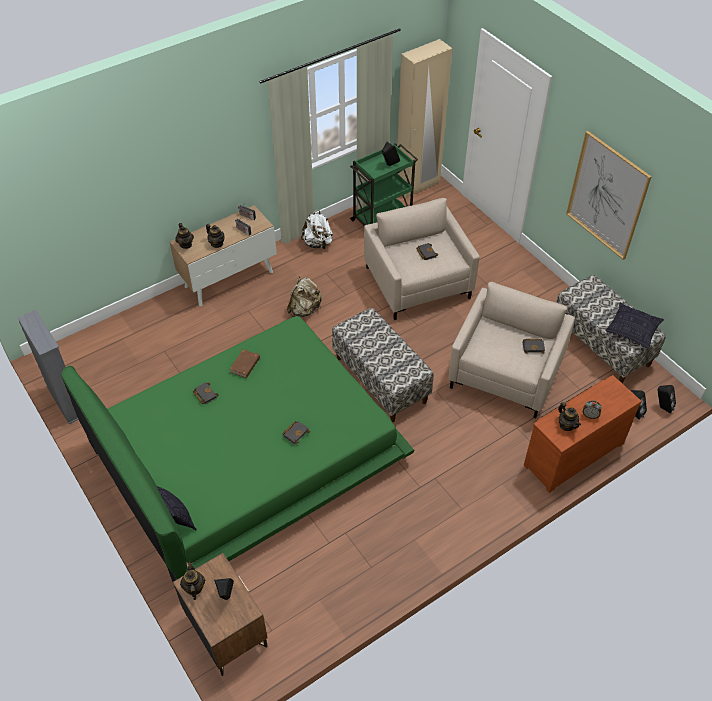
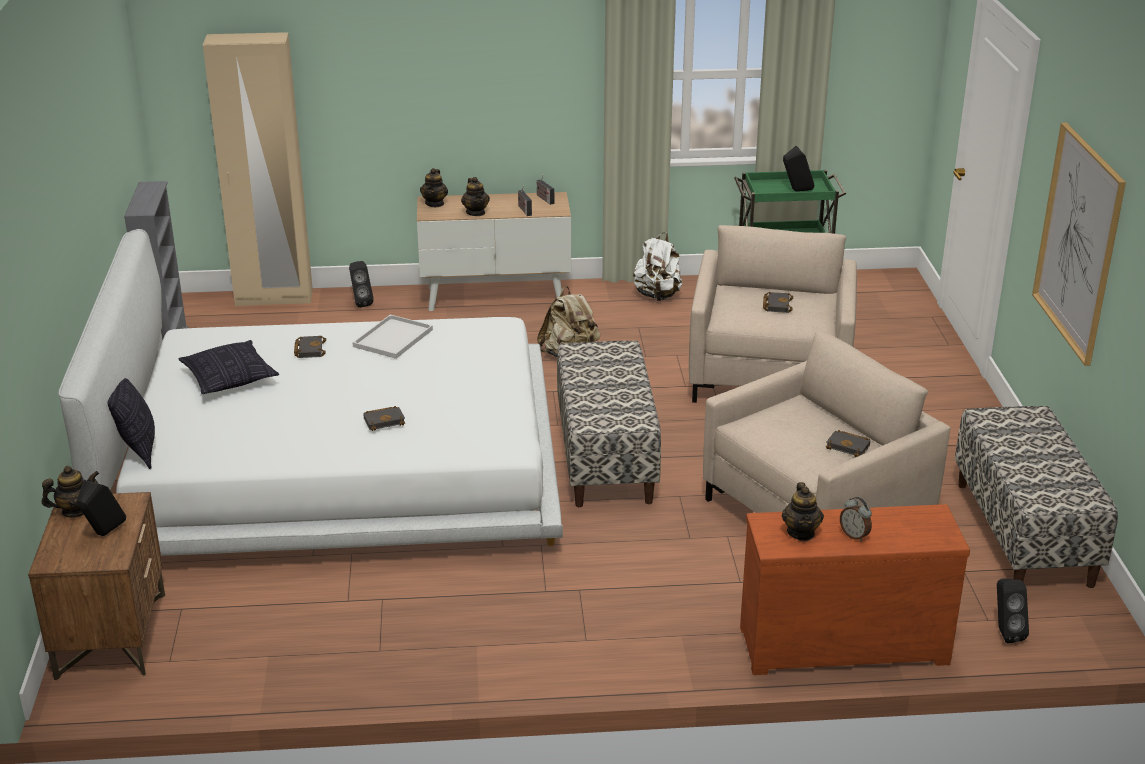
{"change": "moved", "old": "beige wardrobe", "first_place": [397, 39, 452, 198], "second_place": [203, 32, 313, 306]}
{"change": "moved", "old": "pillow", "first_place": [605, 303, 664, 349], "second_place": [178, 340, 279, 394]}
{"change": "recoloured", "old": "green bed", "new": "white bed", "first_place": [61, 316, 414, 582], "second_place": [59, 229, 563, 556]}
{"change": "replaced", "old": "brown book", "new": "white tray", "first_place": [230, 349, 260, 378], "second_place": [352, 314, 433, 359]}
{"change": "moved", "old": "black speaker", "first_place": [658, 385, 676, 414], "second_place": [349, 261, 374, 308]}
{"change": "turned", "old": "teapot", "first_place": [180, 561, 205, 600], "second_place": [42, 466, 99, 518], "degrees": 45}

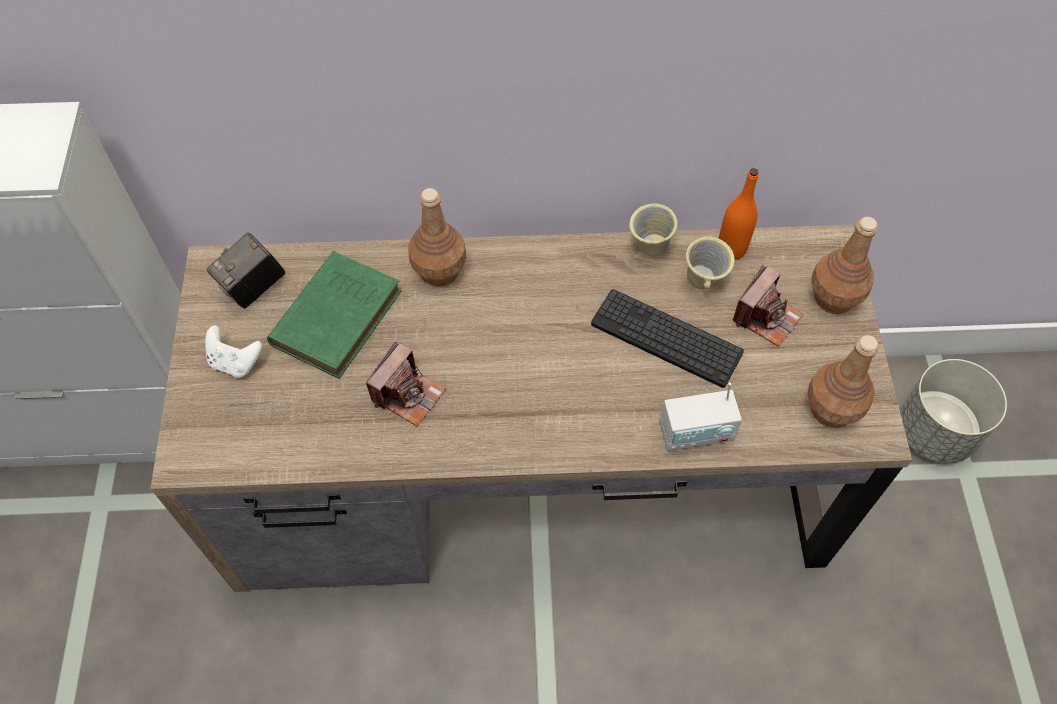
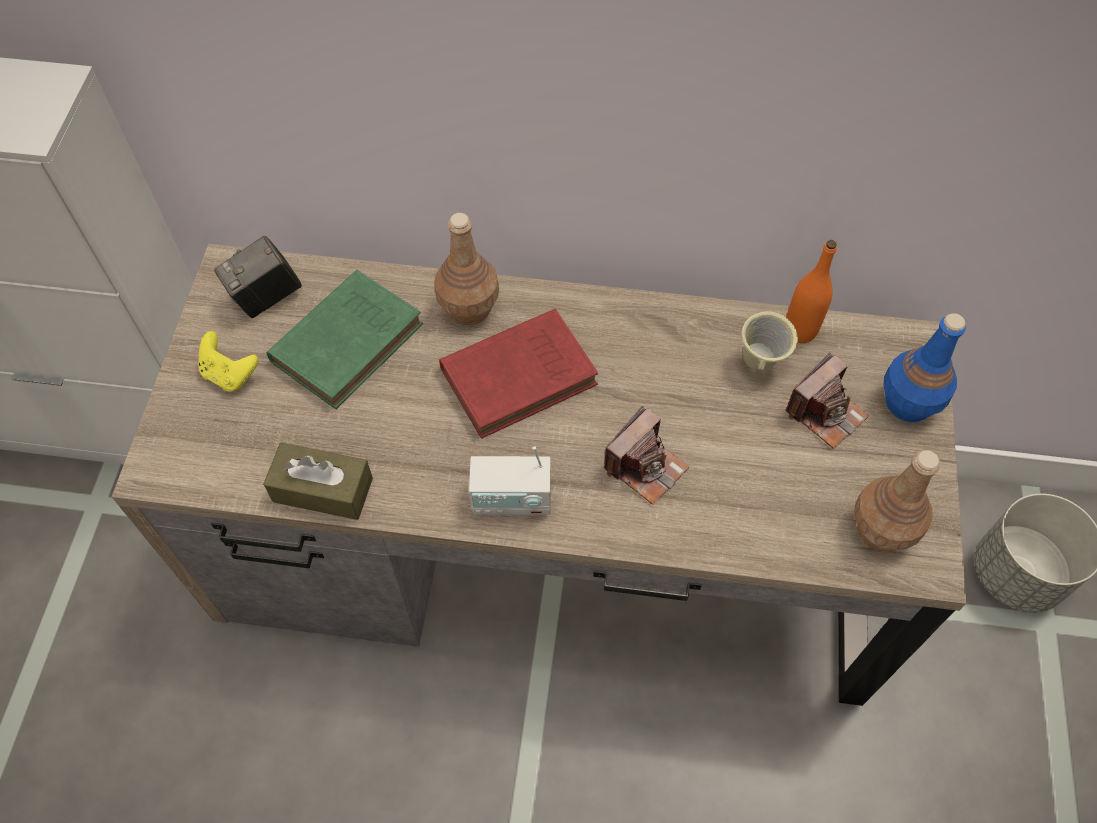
{"change": "removed", "old": "beige mug", "first_place": [628, 203, 678, 257]}
{"change": "recoloured", "old": "brown bottle", "new": "blue bottle", "first_place": [811, 217, 878, 314], "second_place": [884, 313, 966, 422]}
{"change": "removed", "old": "keyboard", "first_place": [591, 289, 744, 388]}
{"change": "recoloured", "old": "white game controller", "new": "yellow game controller", "first_place": [205, 325, 262, 377], "second_place": [198, 331, 258, 392]}
{"change": "moved", "old": "photo camera", "first_place": [366, 341, 446, 426], "second_place": [604, 406, 689, 505]}
{"change": "moved", "old": "radio", "first_place": [659, 382, 742, 451], "second_place": [469, 446, 551, 515]}
{"change": "added", "new": "red book", "second_place": [439, 309, 598, 439]}
{"change": "added", "new": "brown tissue box", "second_place": [264, 443, 373, 520]}

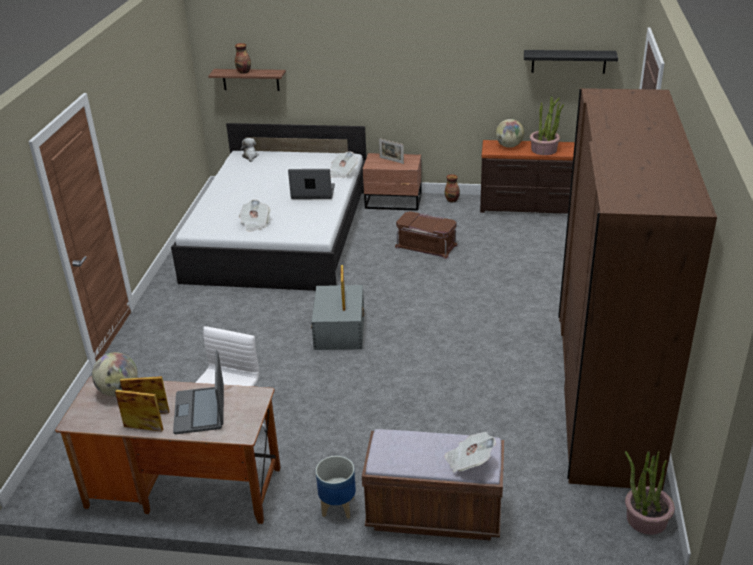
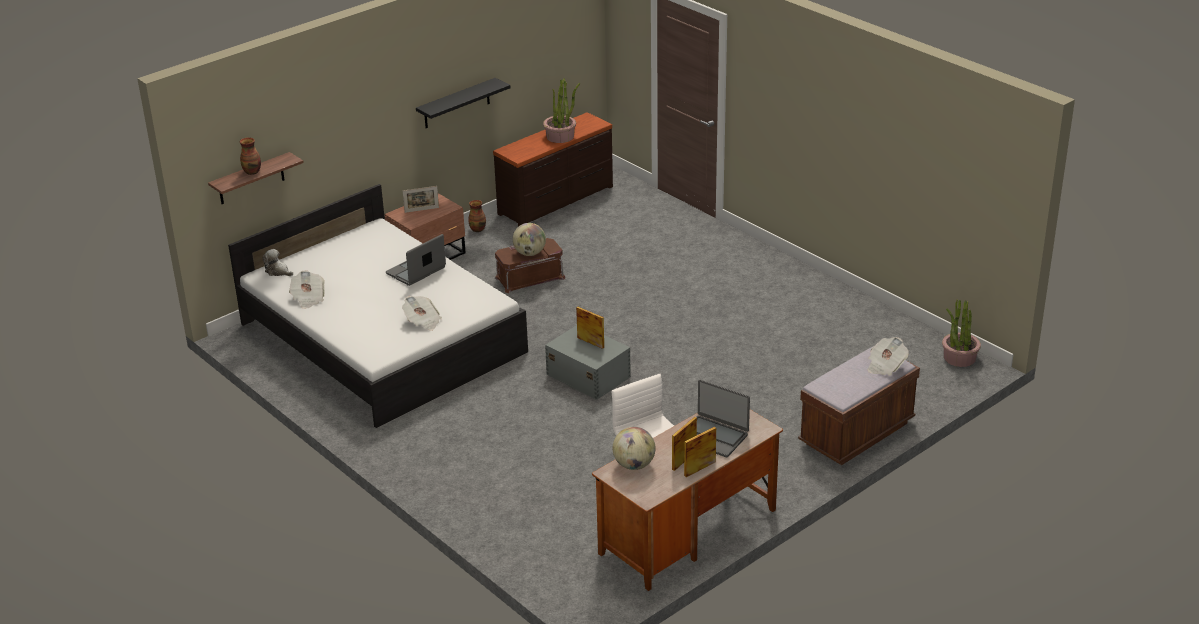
{"change": "moved", "old": "black shelf", "first_place": [524, 50, 618, 74], "second_place": [416, 78, 510, 128]}
{"change": "removed", "old": "brown wardrobe", "first_place": [558, 88, 717, 491]}
{"change": "moved", "old": "globe", "first_place": [496, 119, 524, 148], "second_place": [513, 223, 546, 256]}
{"change": "moved", "old": "newspaper", "first_place": [330, 151, 358, 178], "second_place": [289, 270, 325, 309]}
{"change": "removed", "old": "planter", "first_place": [316, 456, 356, 519]}

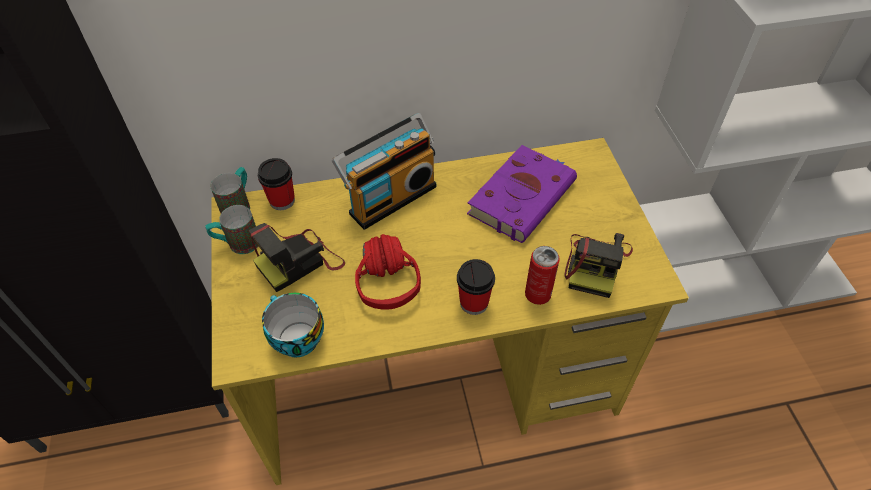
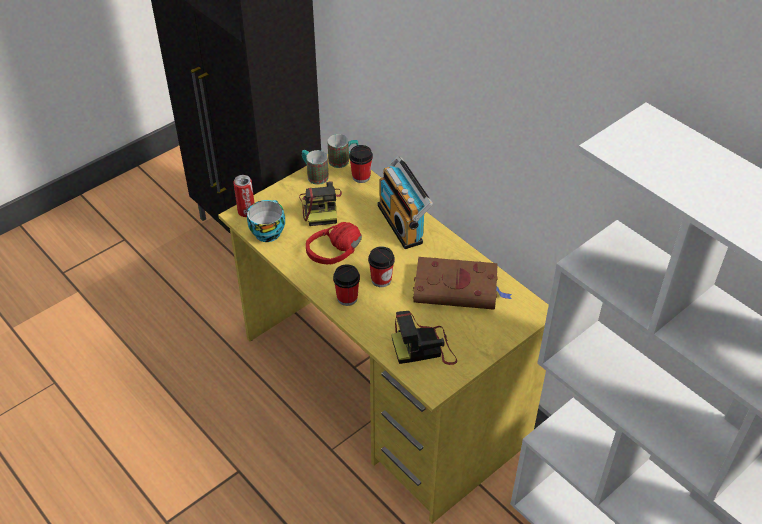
{"change": "turned", "old": "radio", "first_place": [332, 113, 436, 230], "second_place": [378, 156, 433, 249], "degrees": 45}
{"change": "recoloured", "old": "purple book", "new": "brown book", "first_place": [467, 145, 577, 243], "second_place": [413, 257, 512, 310]}
{"change": "turned", "old": "photo camera", "first_place": [248, 223, 345, 292], "second_place": [299, 182, 342, 226], "degrees": -120}
{"change": "moved", "old": "can", "first_place": [525, 246, 560, 305], "second_place": [233, 175, 254, 217]}
{"change": "added", "new": "cup", "second_place": [368, 246, 395, 287]}

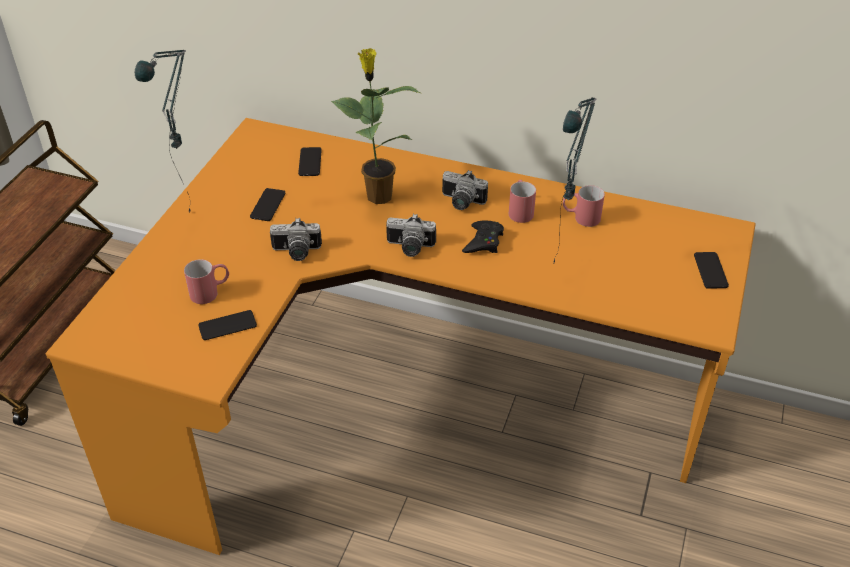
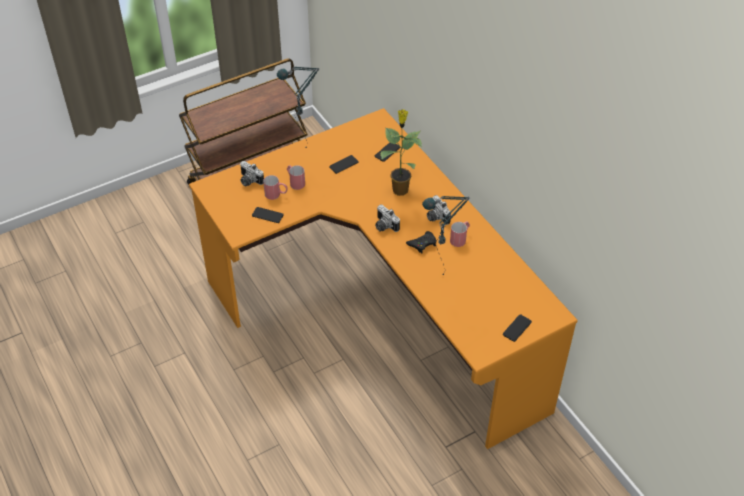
{"change": "moved", "old": "red mug", "first_place": [563, 185, 605, 227], "second_place": [287, 165, 305, 190]}
{"change": "moved", "old": "photo camera", "first_place": [270, 218, 322, 261], "second_place": [240, 161, 264, 186]}

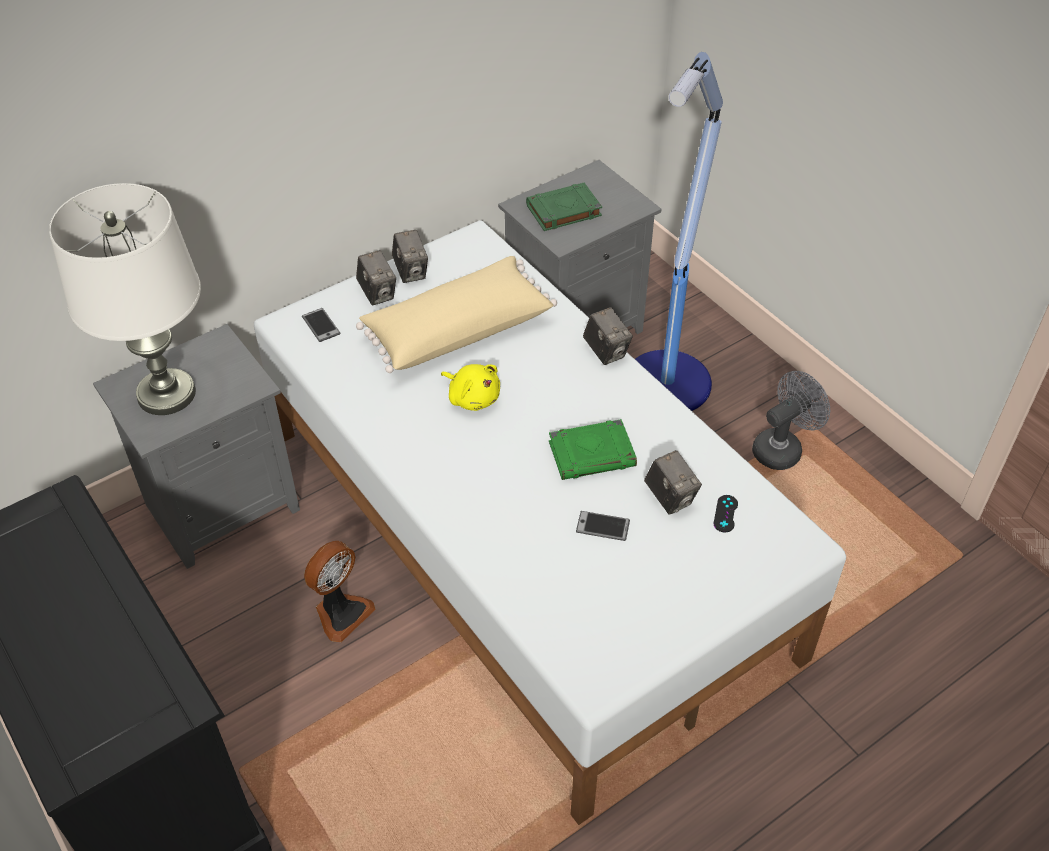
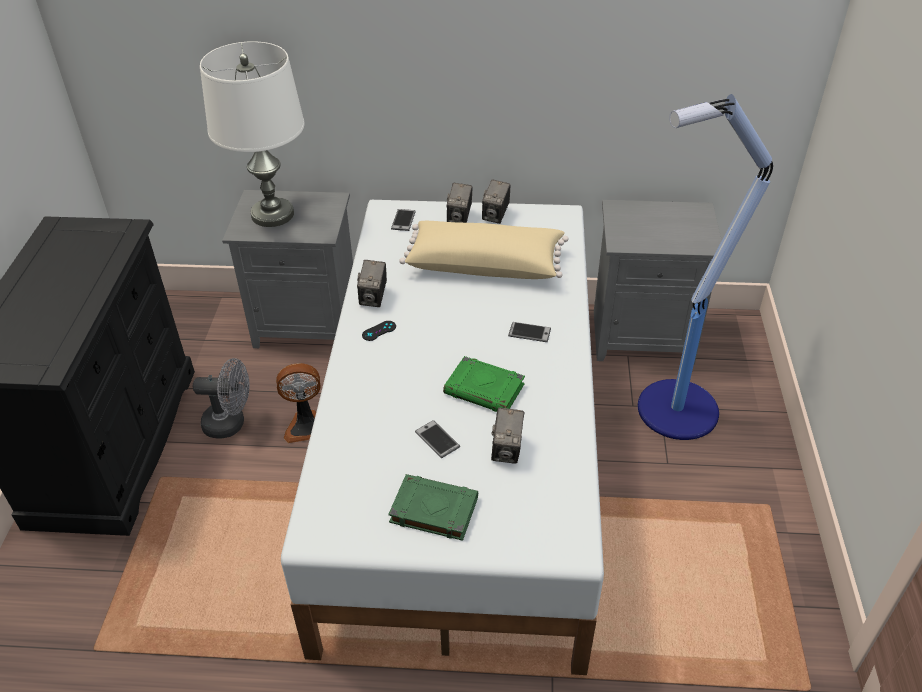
{"change": "moved", "old": "green book", "first_place": [526, 183, 602, 231], "second_place": [388, 474, 478, 541]}
{"change": "moved", "old": "photo camera", "first_place": [583, 307, 633, 365], "second_place": [357, 260, 387, 307]}
{"change": "removed", "old": "yellow plush toy", "first_place": [441, 364, 500, 411]}
{"change": "moved", "old": "grey fan", "first_place": [752, 371, 830, 470], "second_place": [193, 358, 249, 439]}
{"change": "moved", "old": "black game controller", "first_place": [714, 495, 738, 532], "second_place": [362, 321, 396, 341]}
{"change": "added", "new": "phone", "second_place": [508, 322, 551, 342]}

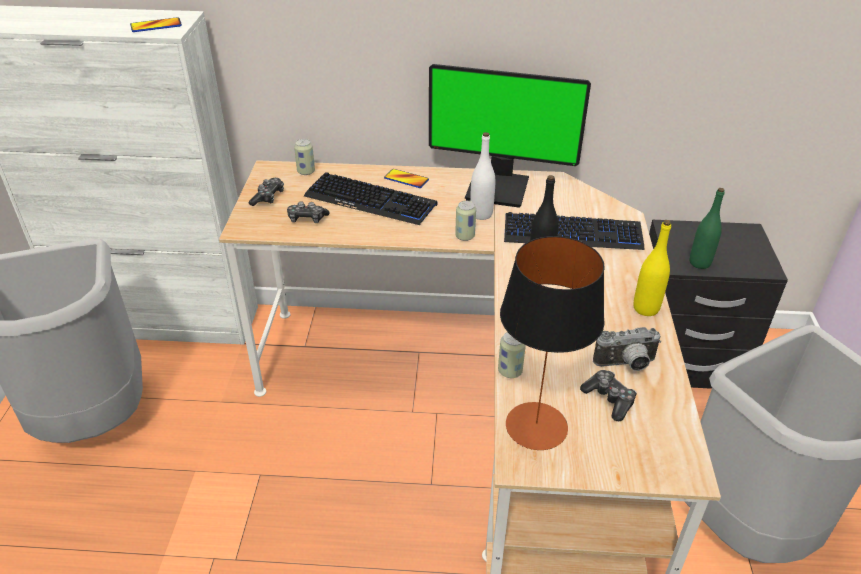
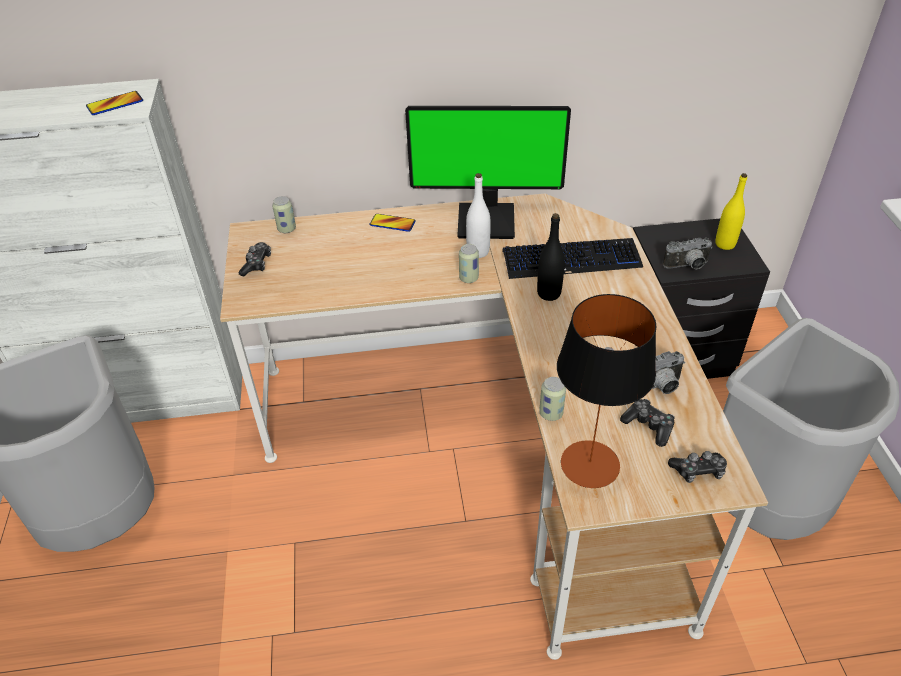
{"change": "removed", "old": "keyboard", "first_place": [304, 172, 437, 225]}
{"change": "replaced", "old": "green bottle", "new": "photo camera", "first_place": [690, 188, 725, 269], "second_place": [663, 238, 713, 269]}
{"change": "moved", "old": "game controller", "first_place": [287, 201, 329, 223], "second_place": [668, 451, 727, 483]}
{"change": "moved", "old": "yellow bottle", "first_place": [633, 220, 671, 316], "second_place": [715, 173, 747, 250]}

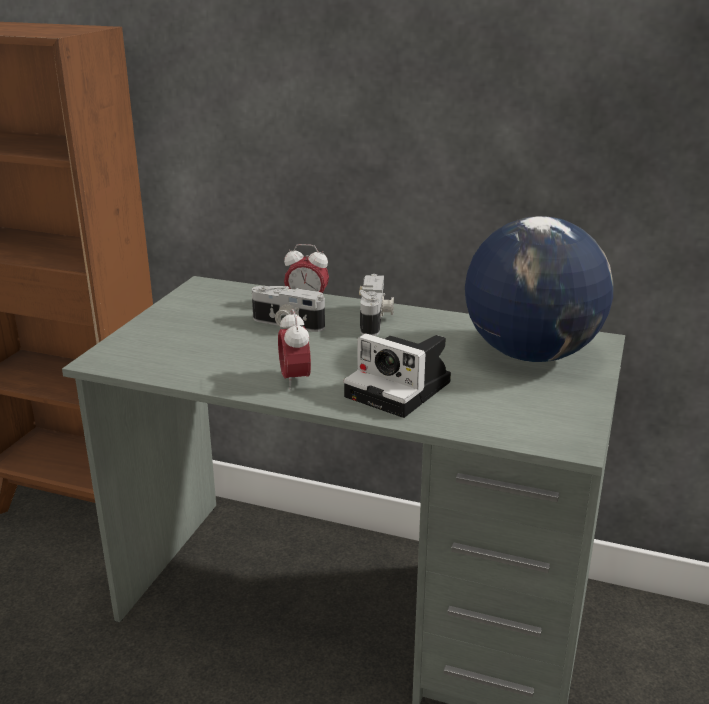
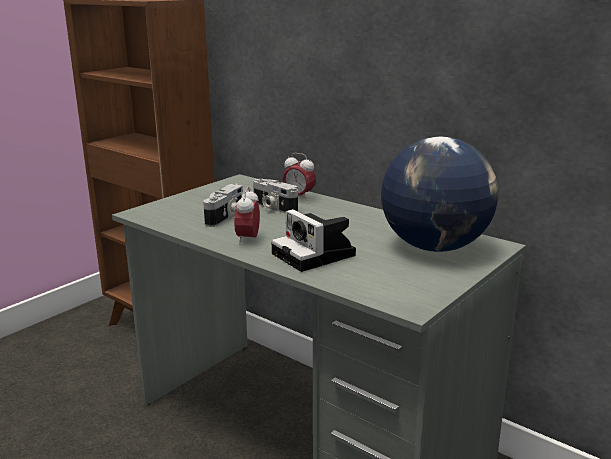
{"change": "moved", "old": "photo camera", "first_place": [359, 274, 394, 336], "second_place": [203, 184, 243, 227]}

